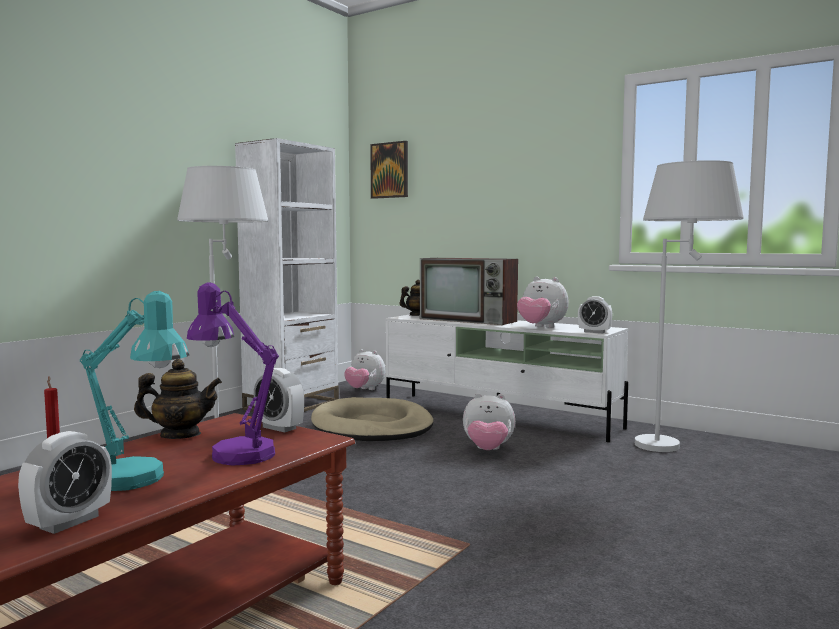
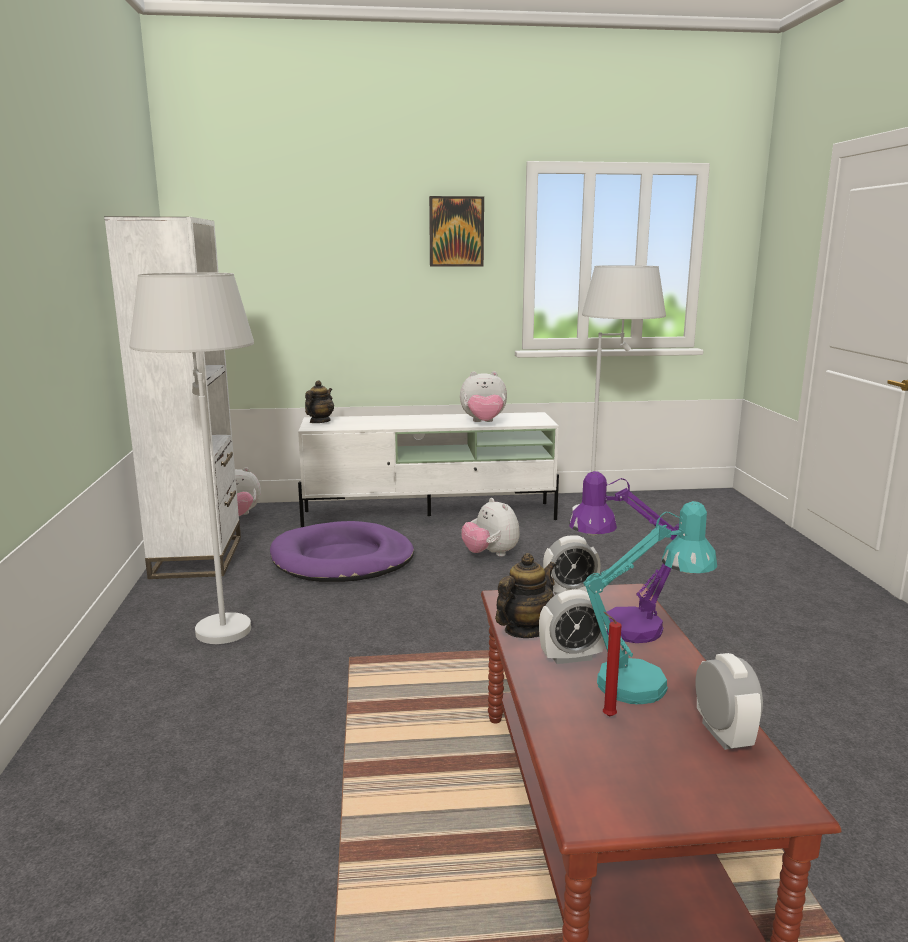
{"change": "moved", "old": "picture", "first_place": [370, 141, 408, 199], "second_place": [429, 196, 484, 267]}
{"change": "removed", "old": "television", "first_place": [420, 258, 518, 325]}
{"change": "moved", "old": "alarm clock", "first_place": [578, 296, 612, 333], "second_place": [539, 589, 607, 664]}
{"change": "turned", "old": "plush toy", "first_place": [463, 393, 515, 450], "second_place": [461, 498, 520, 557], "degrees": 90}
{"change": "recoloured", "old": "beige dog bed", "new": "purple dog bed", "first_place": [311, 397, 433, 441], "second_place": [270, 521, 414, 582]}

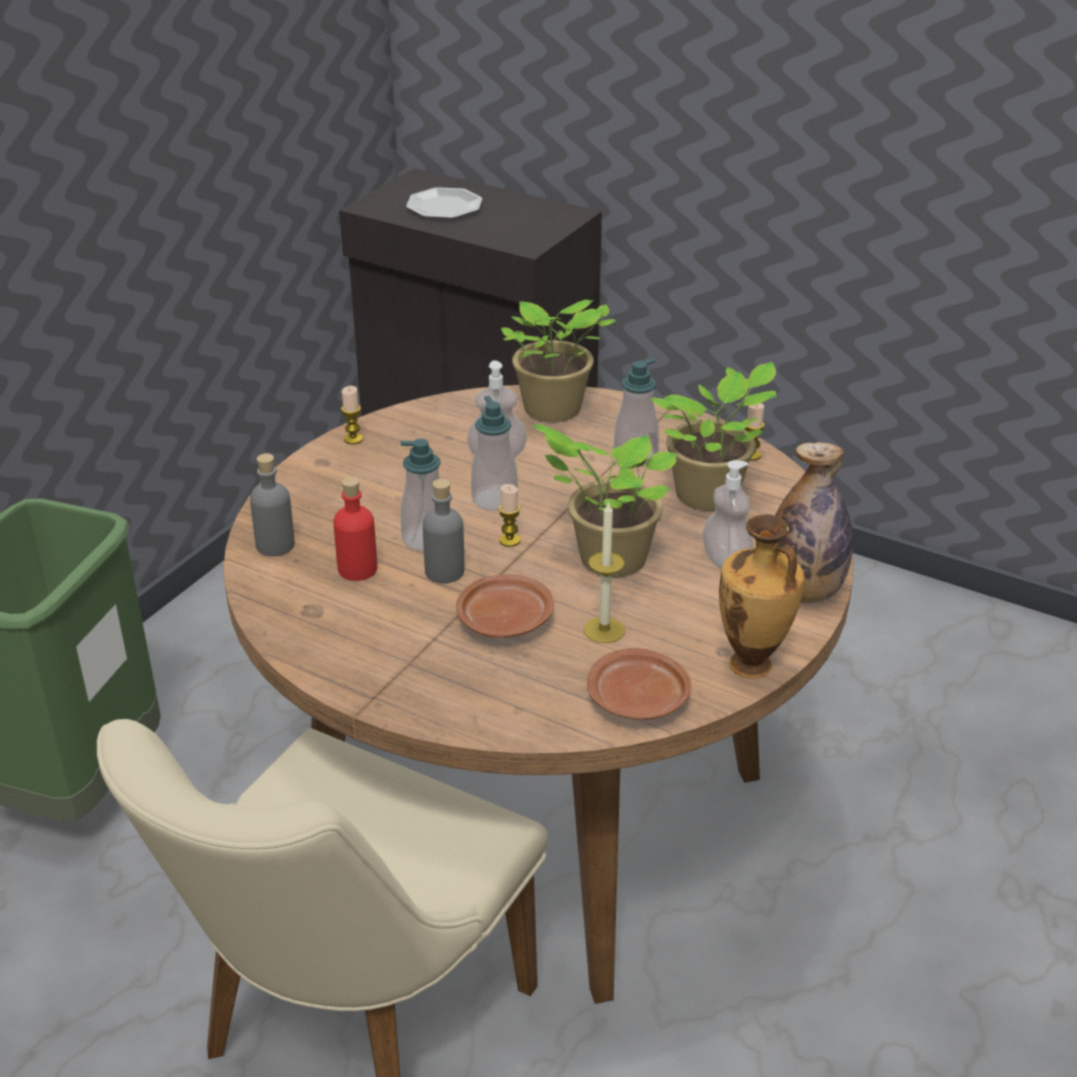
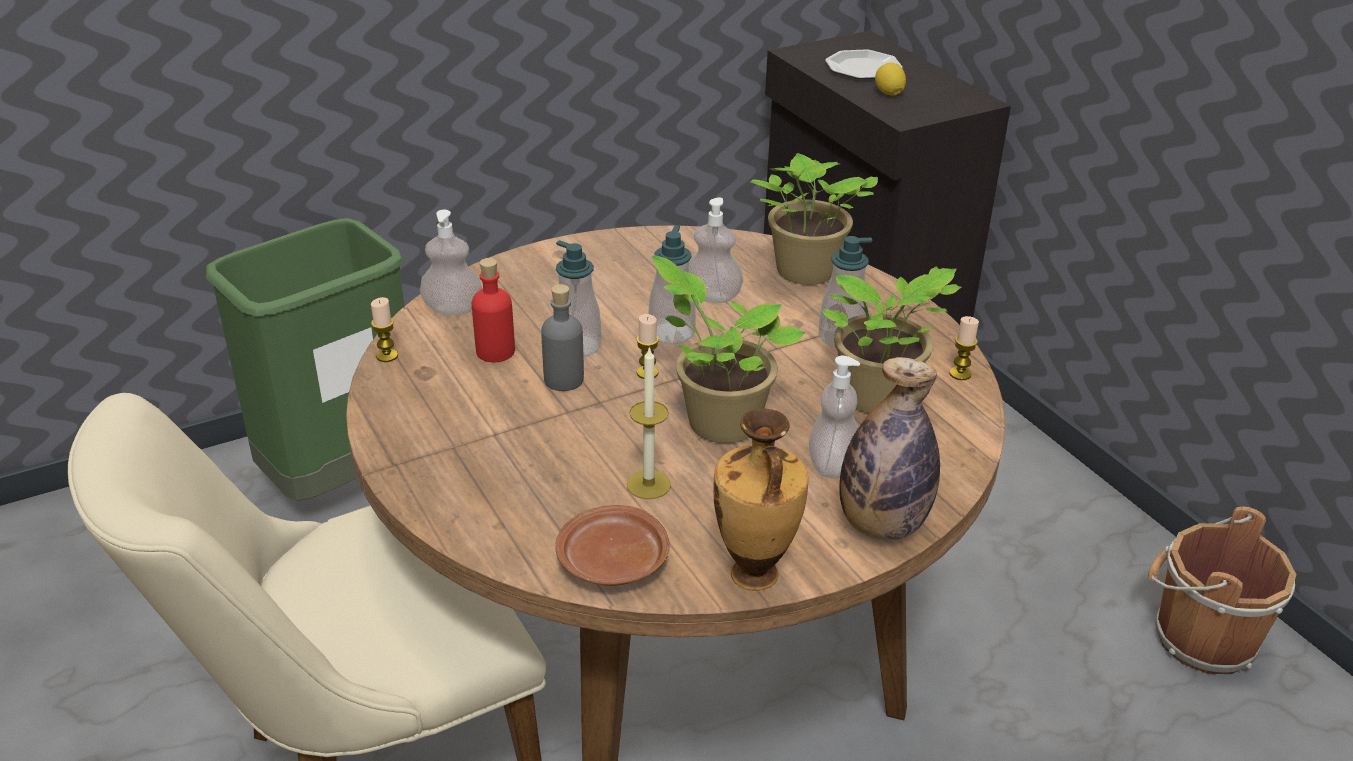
{"change": "moved", "old": "candle", "first_place": [341, 386, 363, 444], "second_place": [371, 297, 398, 362]}
{"change": "replaced", "old": "grey bottle", "new": "soap dispenser", "first_place": [250, 453, 295, 556], "second_place": [420, 210, 483, 315]}
{"change": "removed", "old": "brown plate", "first_place": [456, 574, 554, 638]}
{"change": "added", "new": "lemon", "second_place": [875, 63, 906, 95]}
{"change": "added", "new": "brown bucket", "second_place": [1148, 506, 1297, 674]}

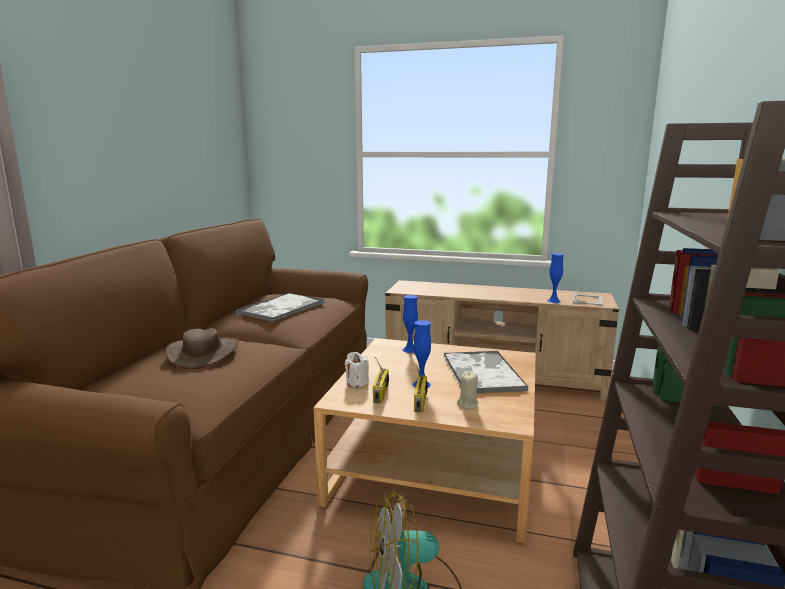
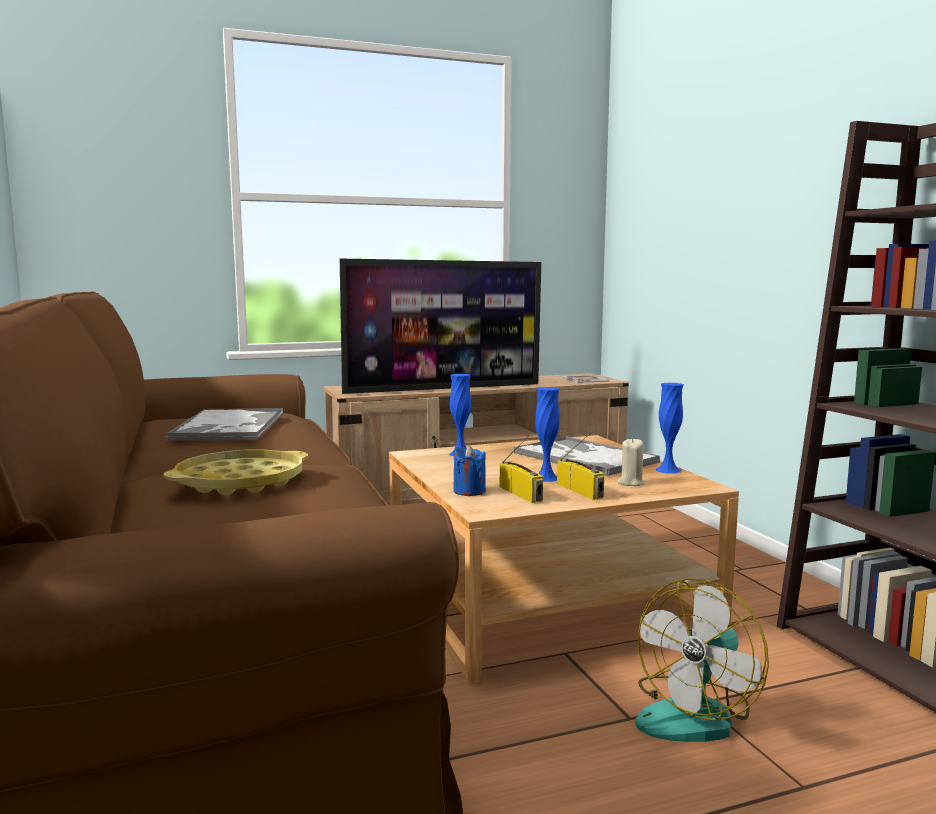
{"change": "moved", "old": "blue vase", "first_place": [547, 253, 564, 303], "second_place": [656, 383, 683, 474]}
{"change": "replaced", "old": "brown hat", "new": "yellow tray", "first_place": [165, 328, 239, 369], "second_place": [163, 450, 308, 495]}
{"change": "recoloured", "old": "white candle", "new": "blue candle", "first_place": [345, 352, 369, 388], "second_place": [453, 445, 486, 496]}
{"change": "added", "new": "television", "second_place": [340, 259, 541, 394]}

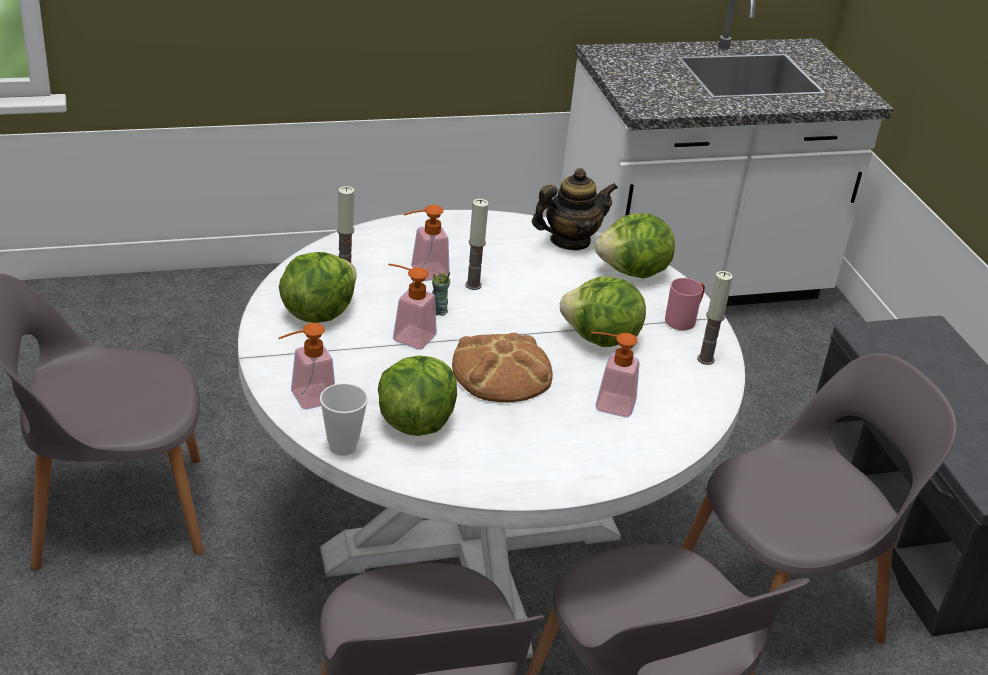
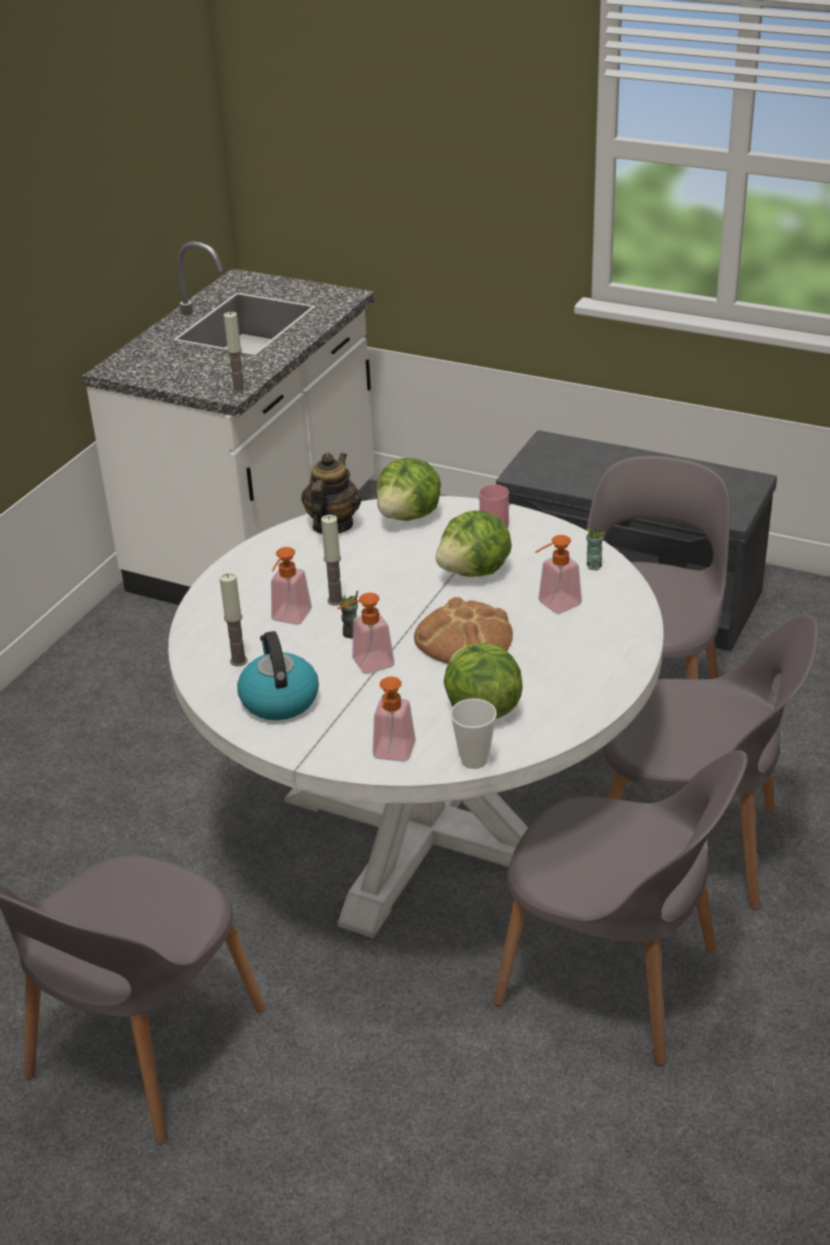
{"change": "replaced", "old": "lettuce", "new": "kettle", "first_place": [279, 252, 356, 323], "second_place": [237, 631, 319, 720]}
{"change": "moved", "old": "candle", "first_place": [697, 271, 733, 365], "second_place": [224, 312, 246, 393]}
{"change": "added", "new": "cup", "second_place": [586, 527, 605, 570]}

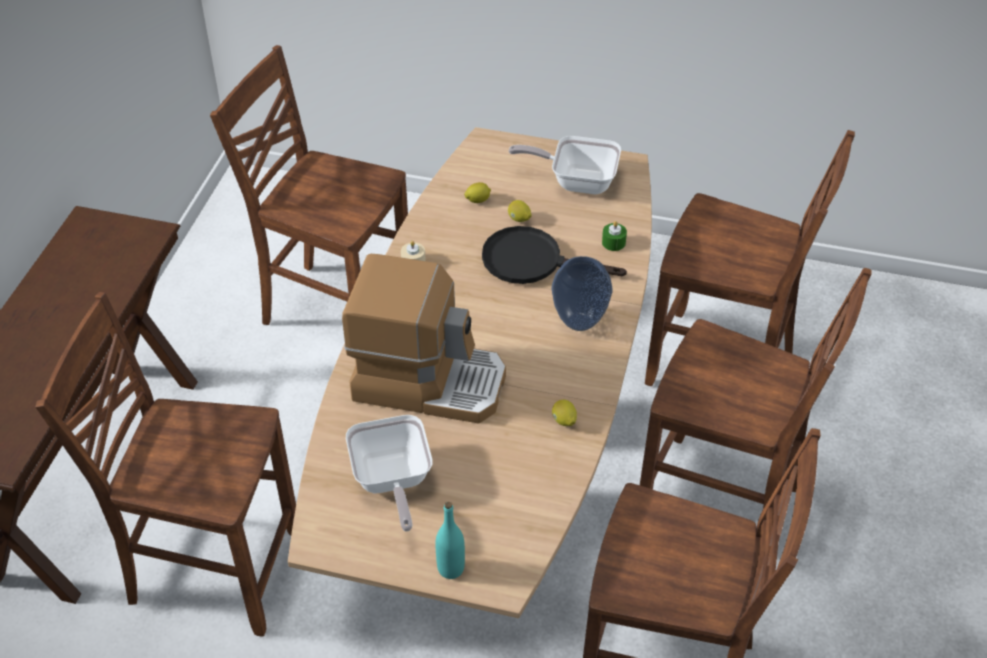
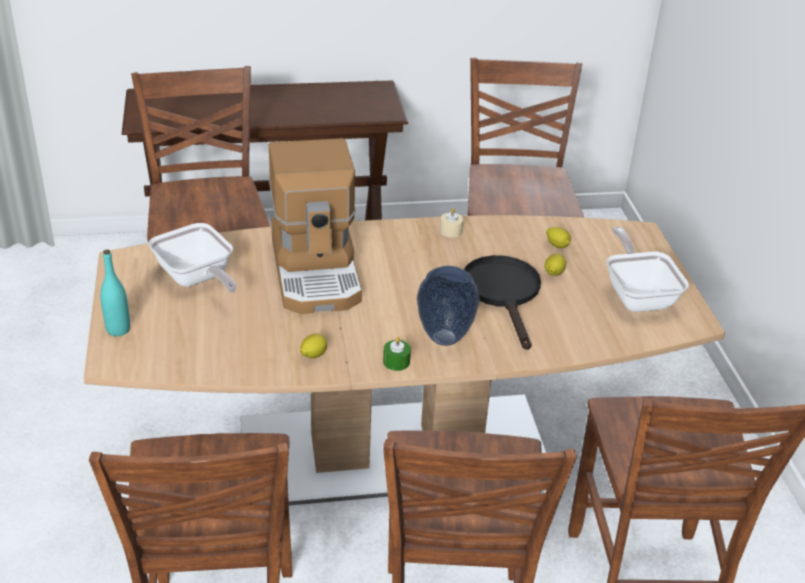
{"change": "moved", "old": "green candle", "first_place": [602, 221, 627, 251], "second_place": [383, 337, 411, 371]}
{"change": "turned", "old": "frying pan", "first_place": [346, 415, 433, 531], "second_place": [148, 223, 237, 293], "degrees": -90}

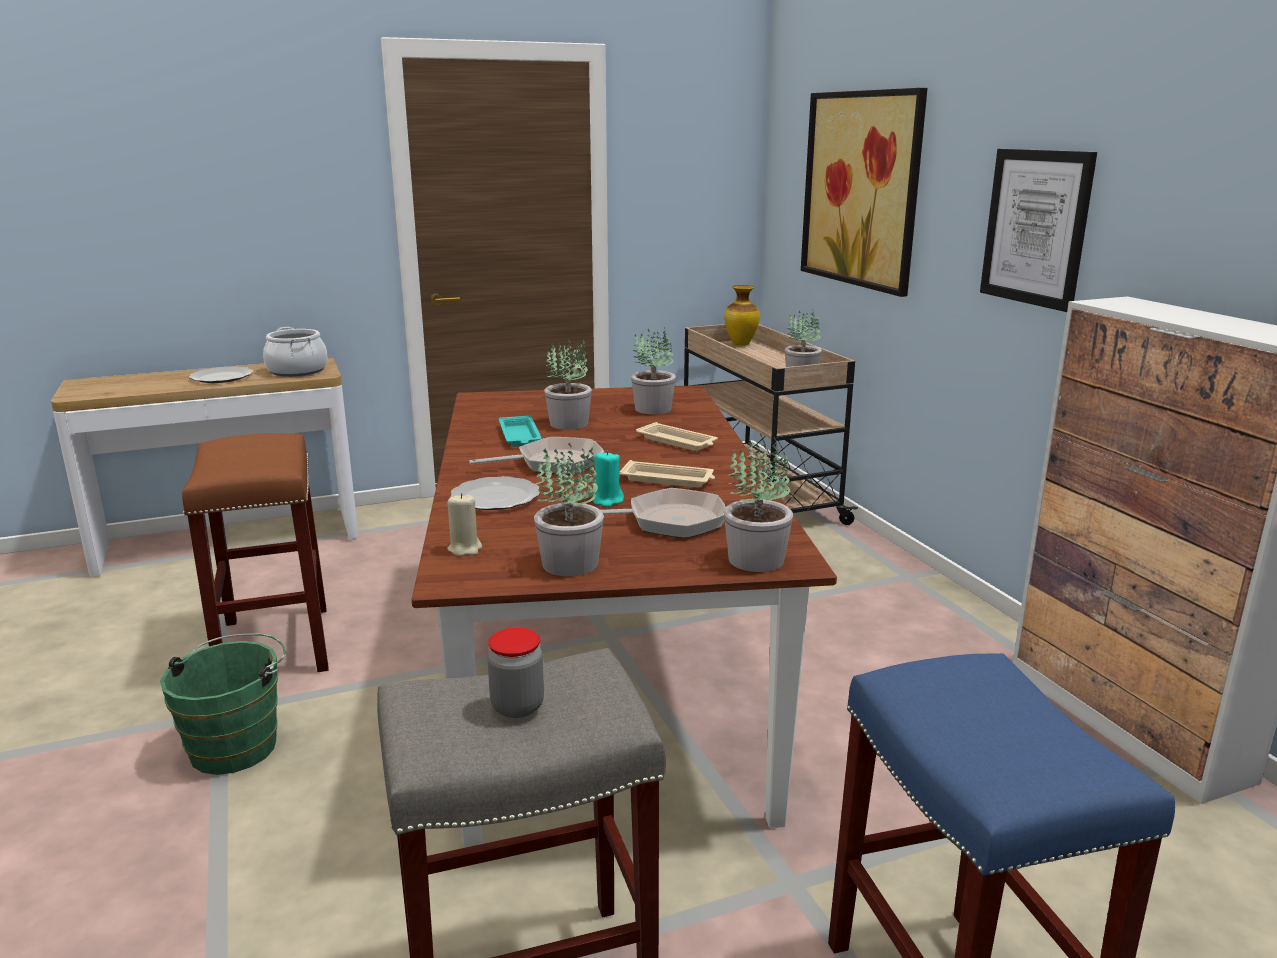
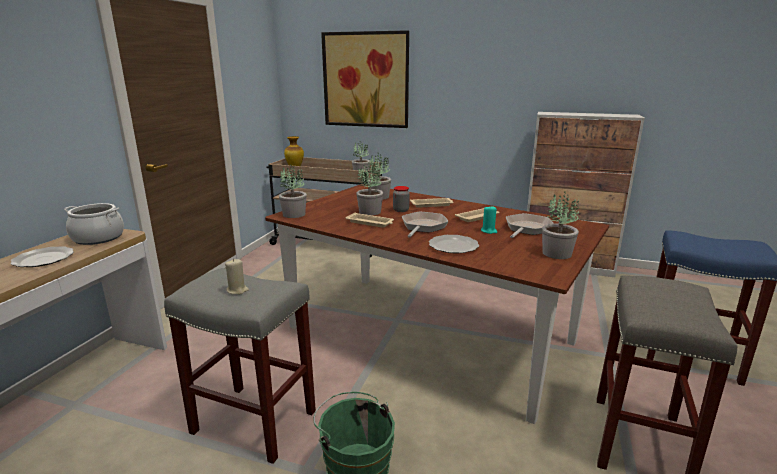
{"change": "removed", "old": "picture", "first_place": [980, 149, 1097, 312]}
{"change": "recoloured", "old": "turquoise tray", "new": "beige tray", "first_place": [499, 416, 542, 447], "second_place": [345, 212, 394, 228]}
{"change": "recoloured", "old": "brown stool", "new": "grey stool", "first_place": [182, 433, 329, 672], "second_place": [164, 268, 316, 464]}
{"change": "moved", "old": "potted plant", "first_place": [724, 437, 793, 572], "second_place": [279, 164, 307, 218]}
{"change": "moved", "old": "beige candle", "first_place": [447, 493, 482, 556], "second_place": [225, 259, 249, 294]}
{"change": "moved", "old": "jar", "first_place": [487, 628, 544, 718], "second_place": [393, 186, 410, 212]}

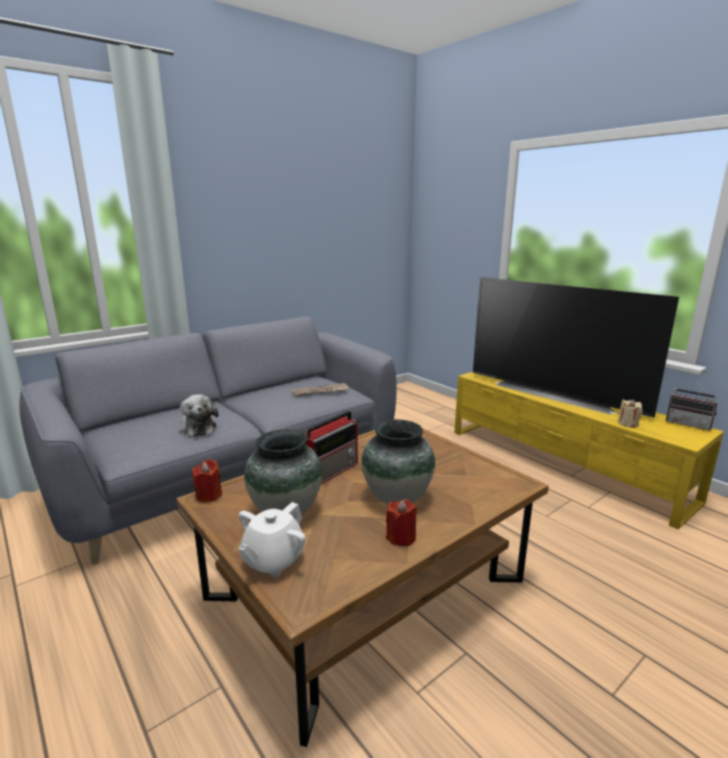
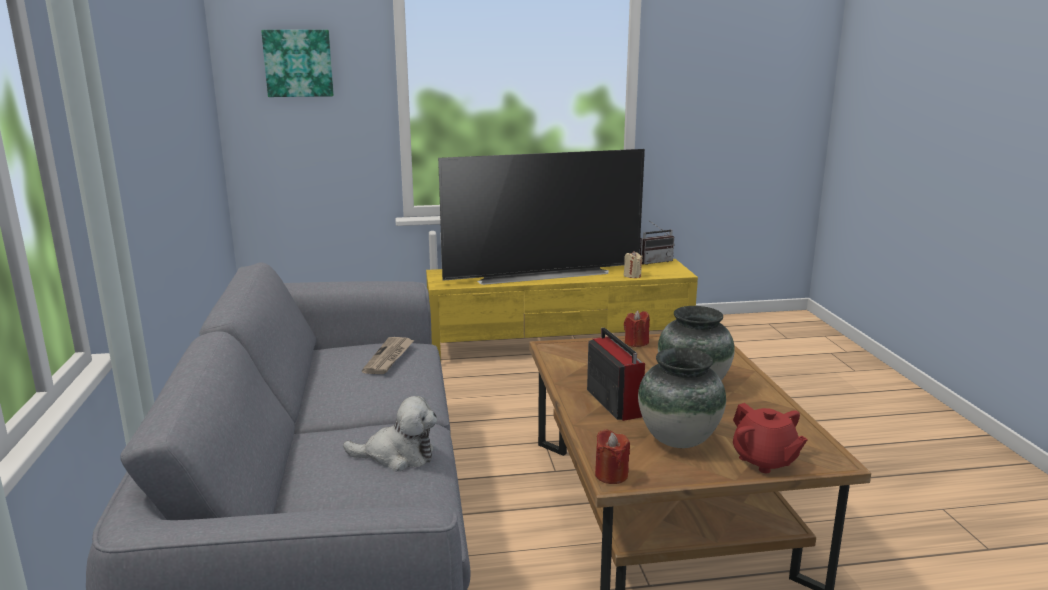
{"change": "moved", "old": "red candle", "first_place": [386, 499, 417, 547], "second_place": [624, 310, 650, 347]}
{"change": "recoloured", "old": "white teapot", "new": "red teapot", "first_place": [238, 502, 306, 577], "second_place": [733, 403, 808, 473]}
{"change": "added", "new": "picture", "second_place": [261, 30, 334, 97]}

